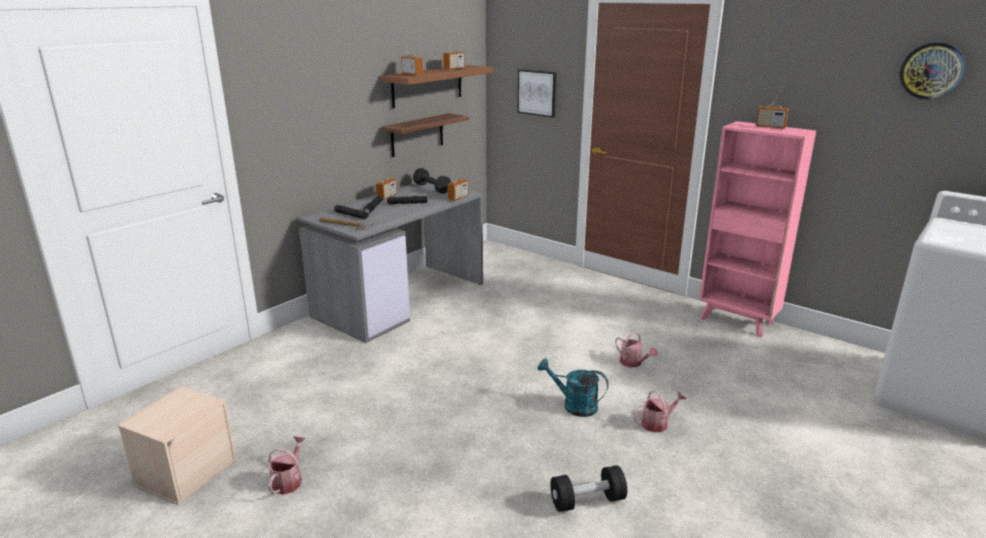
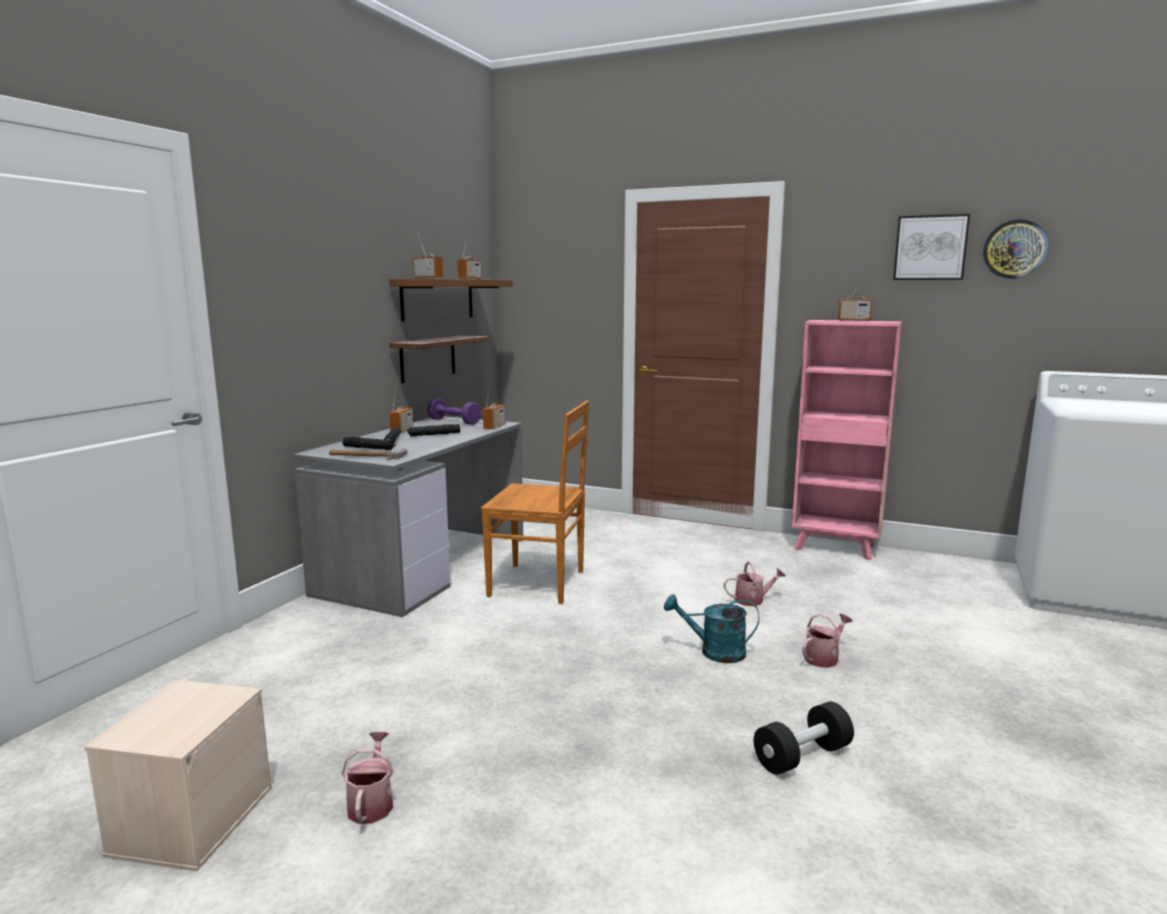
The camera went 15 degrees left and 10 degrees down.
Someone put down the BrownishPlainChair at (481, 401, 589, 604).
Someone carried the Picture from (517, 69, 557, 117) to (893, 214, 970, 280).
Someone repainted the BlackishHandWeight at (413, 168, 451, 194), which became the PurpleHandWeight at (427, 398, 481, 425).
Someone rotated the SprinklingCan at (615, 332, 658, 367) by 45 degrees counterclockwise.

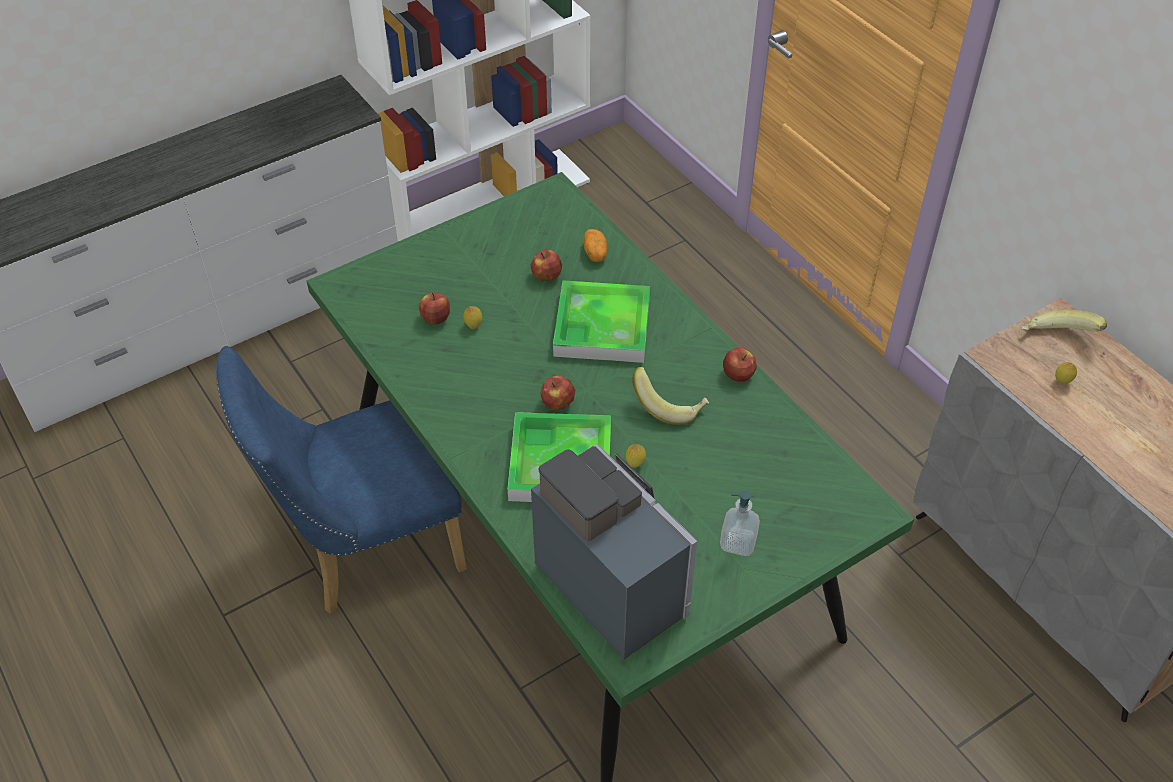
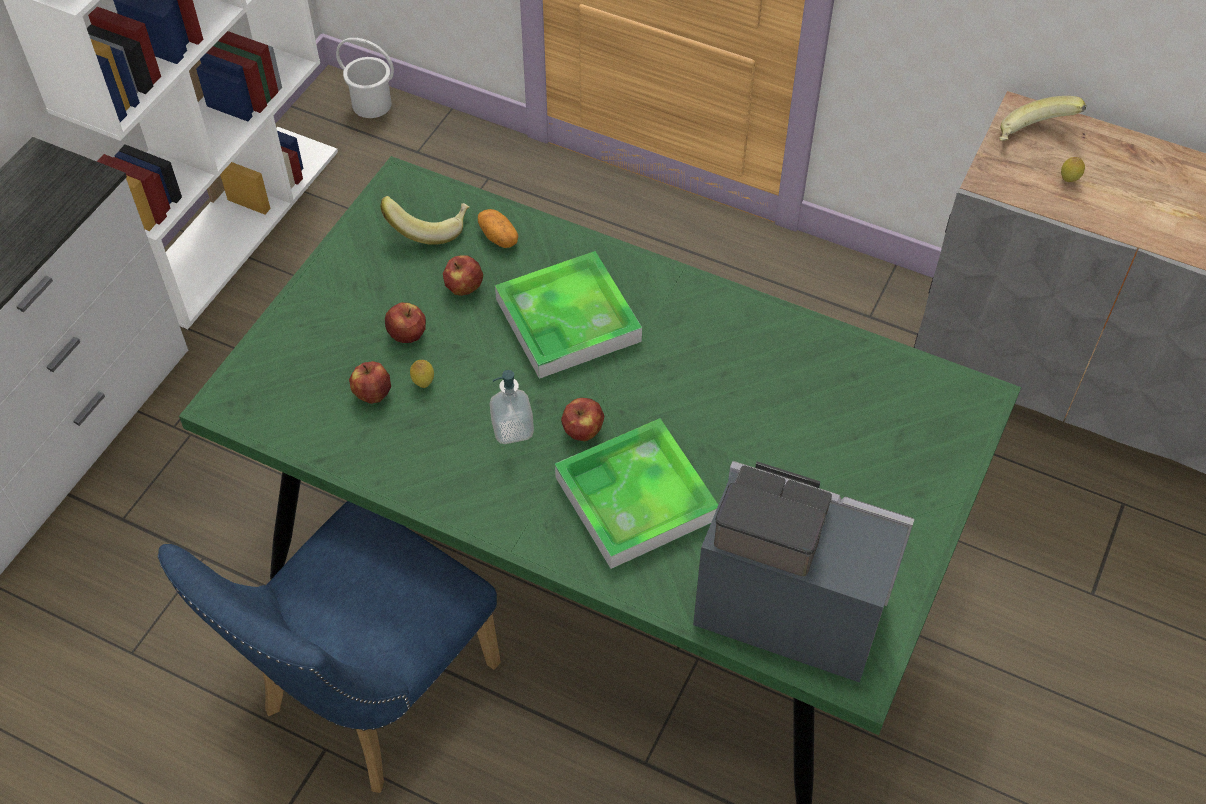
The camera went 30 degrees left and 5 degrees up.
Someone took away the WholeLemon at (626, 444, 646, 468).
Someone put down the WhitishWaterBucket at (336, 38, 394, 118).
Someone carried the WholeBanana from (632, 367, 709, 425) to (381, 196, 470, 245).
Someone carried the SoapDispenser from (720, 491, 760, 556) to (489, 370, 534, 444).
Someone carried the Apple from (723, 348, 757, 382) to (385, 302, 426, 343).

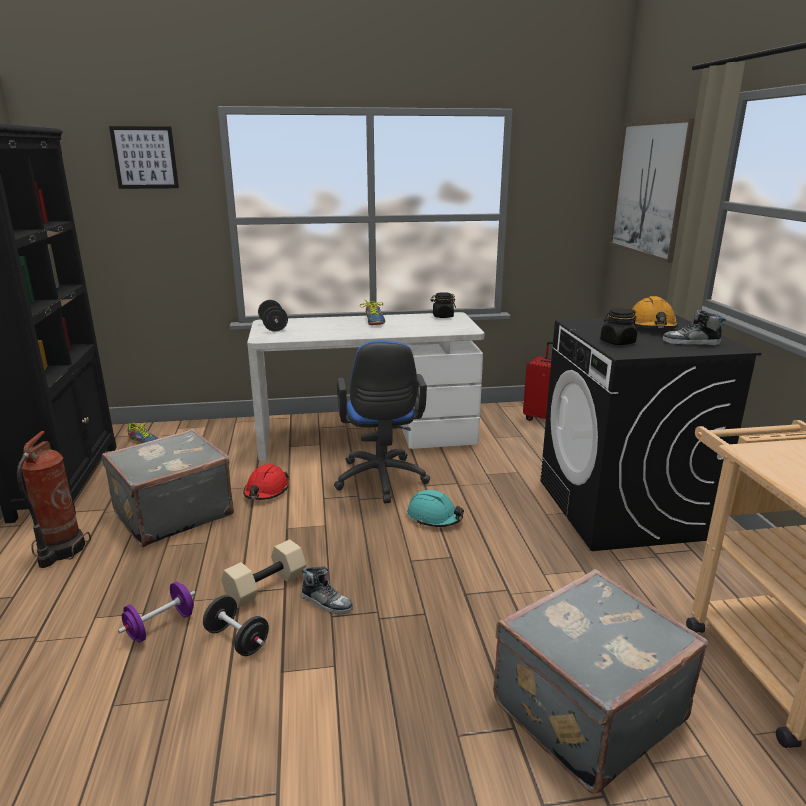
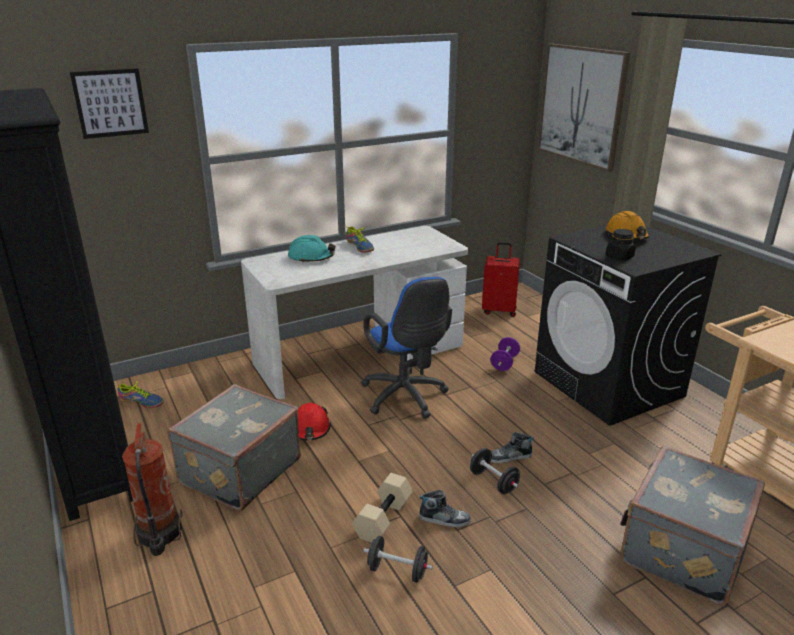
The camera went 20 degrees left and 5 degrees up.
Someone took away the BlackishStorageJar at (430, 292, 456, 318).
Someone carried the PurpleHandWeight from (118, 582, 196, 643) to (491, 337, 520, 371).
Someone carried the BlackishHandWeight from (258, 300, 288, 332) to (470, 448, 520, 494).
Someone carried the TurquoiseColouredWorkHelmet from (407, 490, 464, 527) to (288, 235, 335, 263).
Someone carried the LowShoe from (663, 310, 726, 345) to (491, 432, 534, 463).

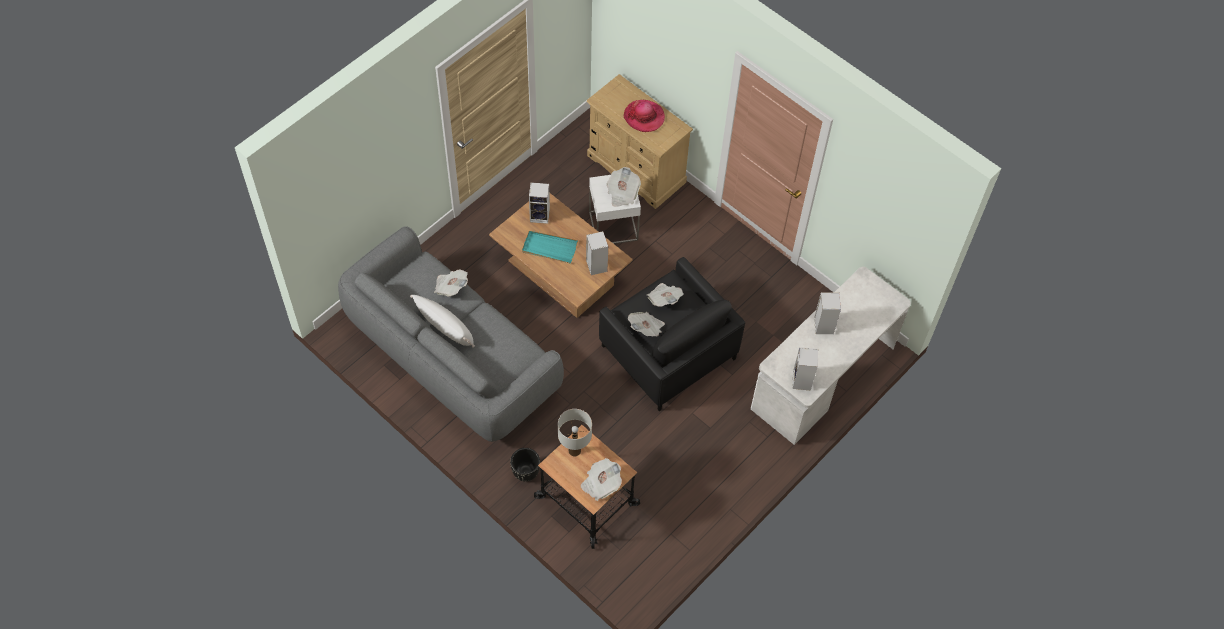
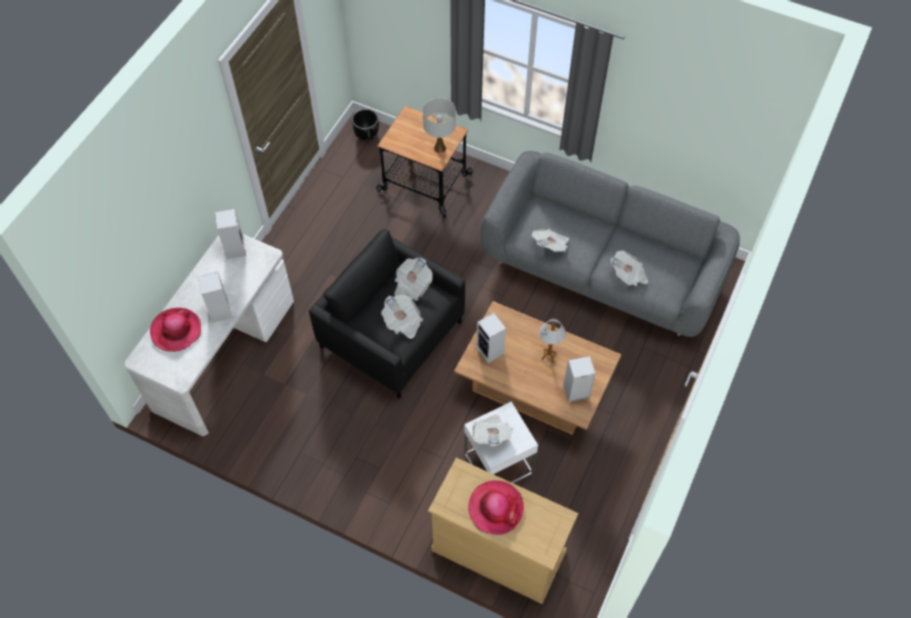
The camera went 165 degrees right and 0 degrees up.
Someone took away the WhitishPillow at (410, 295, 475, 348).
Someone put down the Hat at (150, 308, 201, 352).
Someone carried the BlackishFlowerPot from (510, 448, 540, 481) to (352, 109, 379, 141).
Someone carried the Newspaper from (581, 458, 622, 501) to (532, 229, 569, 252).
Someone swapped the TurquoiseColouredTray at (522, 231, 578, 263) for the TabletopLamp at (539, 319, 566, 363).

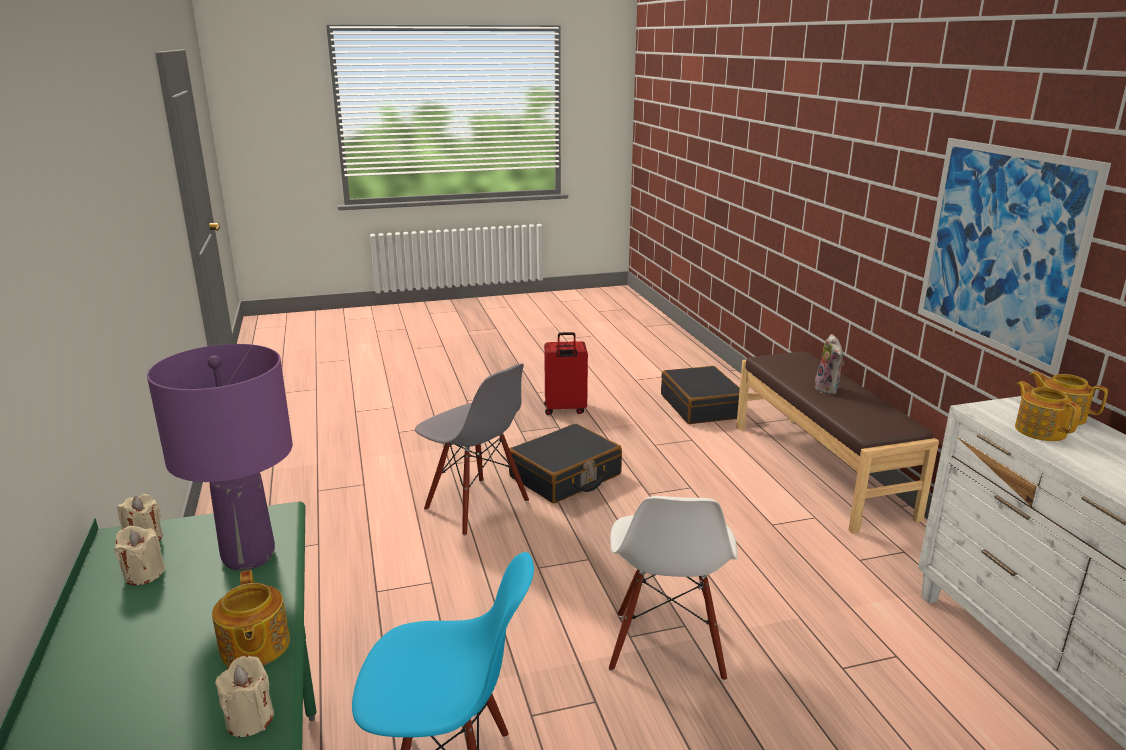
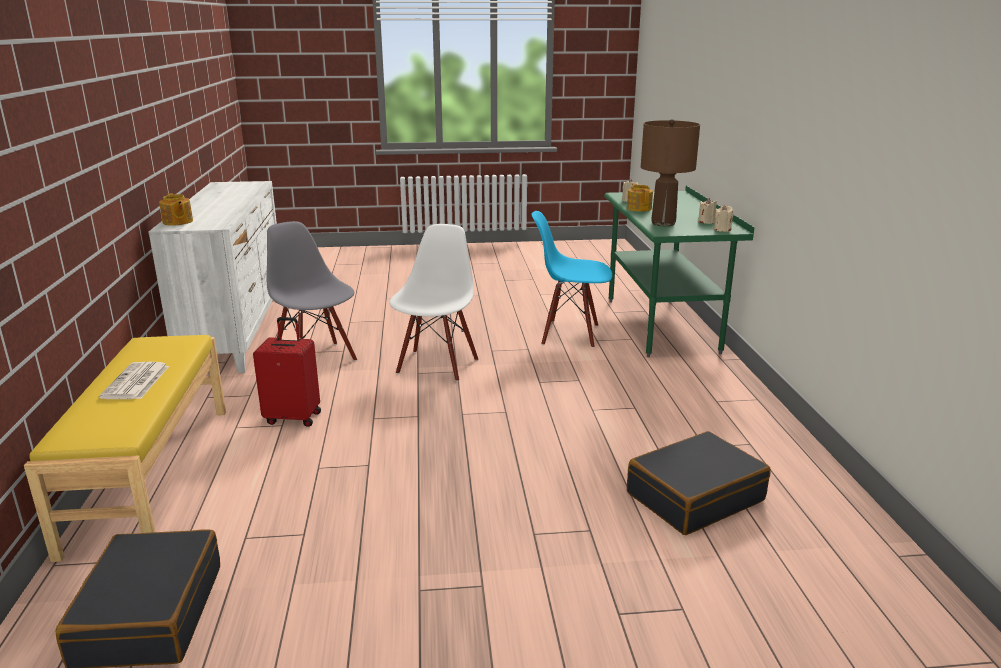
The camera went 170 degrees left and 0 degrees up.
Someone took away the Picture at (918, 138, 1111, 375).
Someone took away the Teapot at (1015, 381, 1081, 441).
Someone carried the GrayPlainChair from (415, 363, 529, 536) to (266, 221, 357, 361).
Someone carried the BlackishPieceOfLuggage from (509, 424, 622, 503) to (627, 431, 771, 535).
Someone carried the ReddishPieceOfLuggage from (544, 332, 588, 415) to (253, 317, 321, 427).
Someone swapped the CuddlyToy at (815, 334, 844, 394) for the Newspaper at (99, 362, 169, 399).
Someone repainted the PurpleTabletopLamp at (147, 344, 293, 571), which became the BrownishTabletopLamp at (641, 119, 700, 226).
Someone repainted the BrownishIndoorBench at (736, 351, 939, 534), which became the YellowColouredIndoorBench at (24, 335, 226, 562).

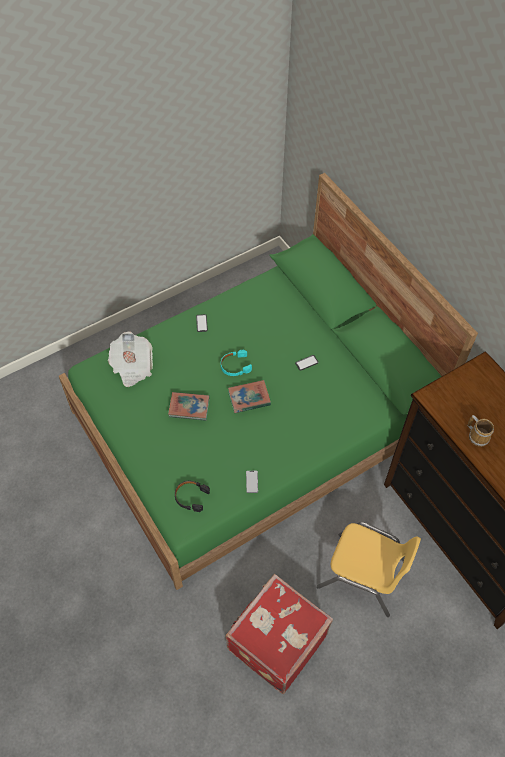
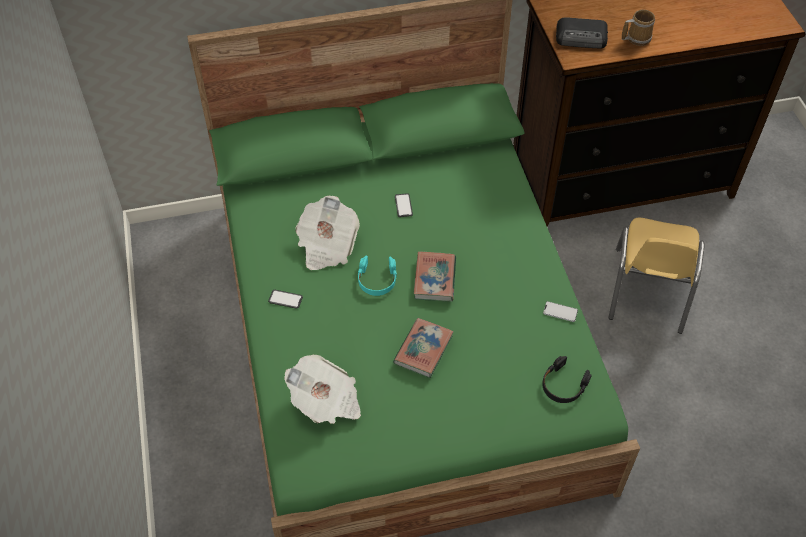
The camera went 70 degrees left and 5 degrees down.
Someone took away the ReddishPieceOfLuggage at (225, 574, 333, 694).
Someone put down the Newspaper at (295, 196, 360, 270).
Someone put down the RadioSet at (556, 17, 608, 49).
Someone rotated the YellowColouredPlainChair at (317, 522, 421, 617) by 150 degrees clockwise.

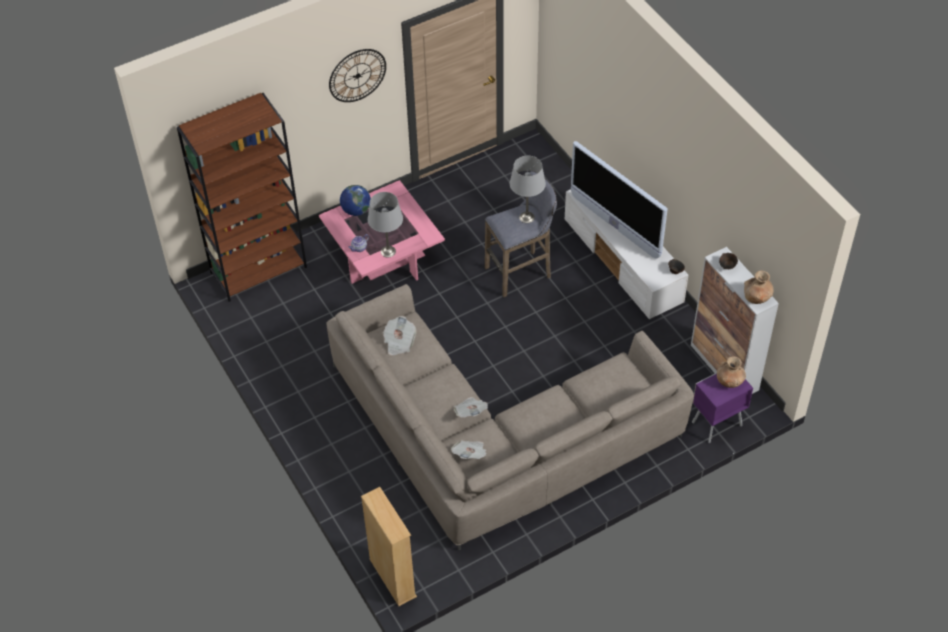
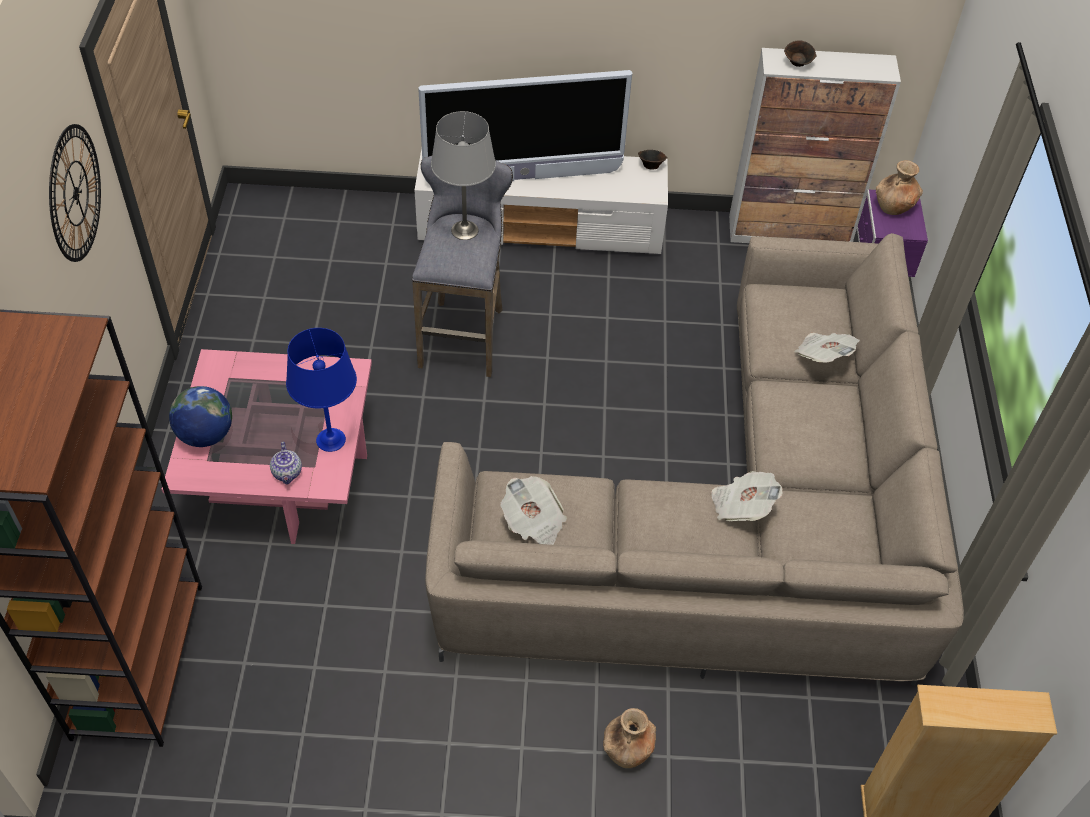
The camera went 60 degrees left and 0 degrees up.
Someone carried the Newspaper from (451, 440, 487, 459) to (794, 333, 860, 362).
Someone carried the BrownishFlowerVase from (744, 271, 774, 304) to (603, 708, 656, 768).
Someone repainted the GrayTabletopLamp at (368, 192, 403, 258), which became the BlueColouredTabletopLamp at (286, 328, 357, 452).

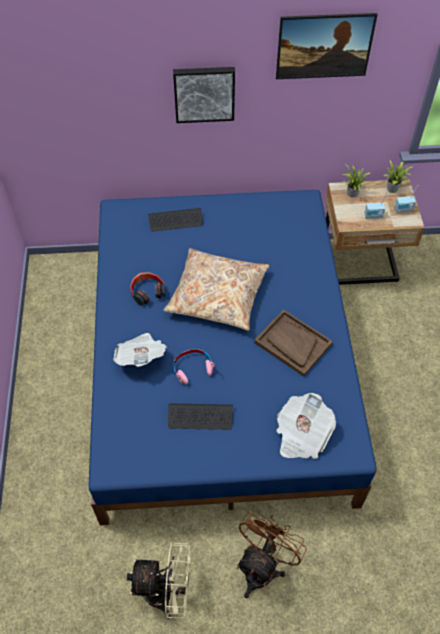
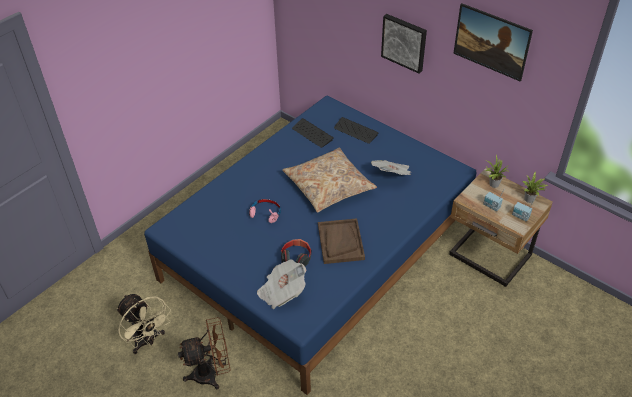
The camera went 45 degrees right and 10 degrees down.
Someone carried the Newspaper from (113, 333, 167, 367) to (371, 160, 411, 175).
Someone carried the PairOfHeadphones from (130, 272, 165, 306) to (281, 239, 311, 267).
Someone carried the PcKeyboard from (168, 403, 233, 430) to (292, 118, 334, 148).

